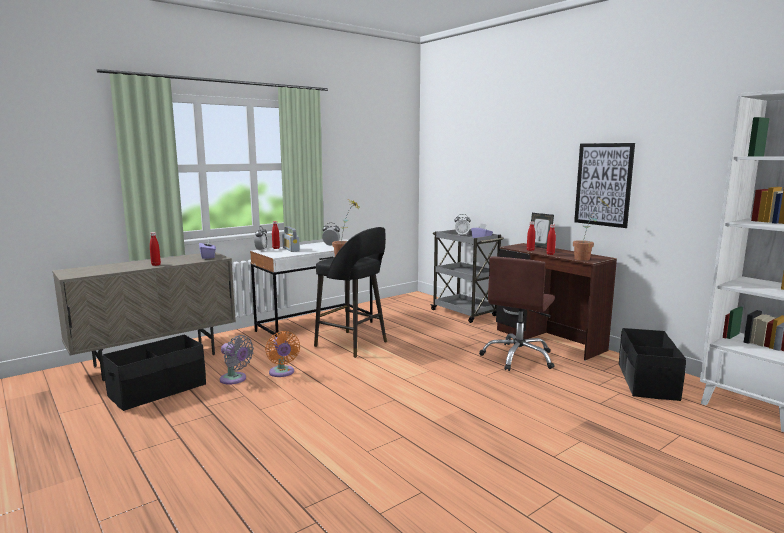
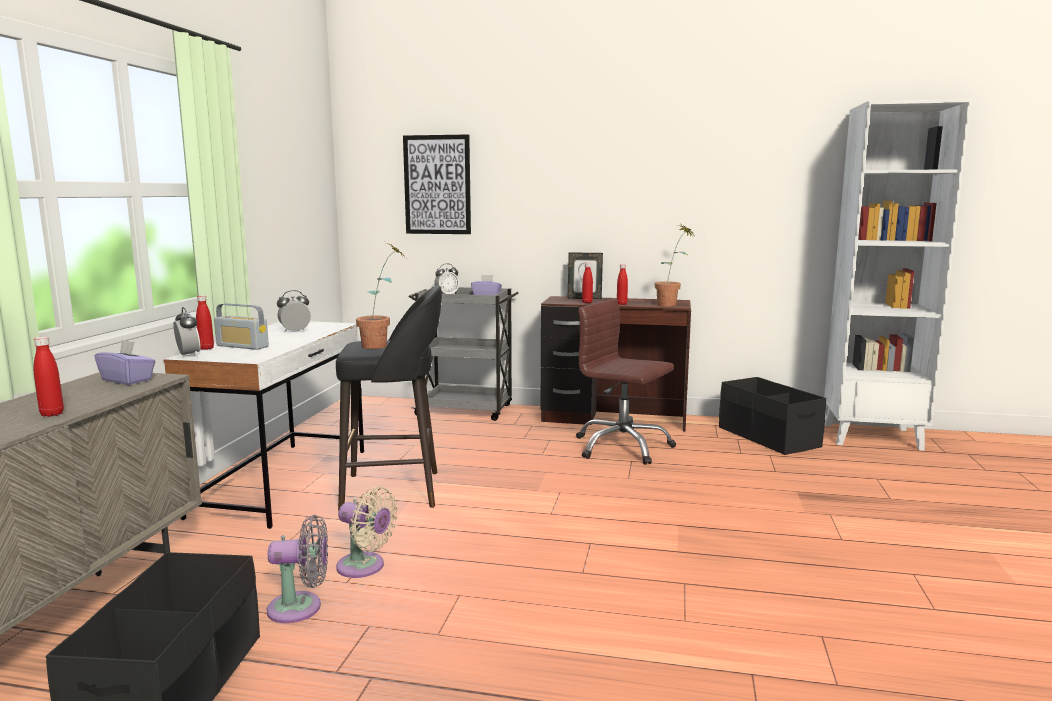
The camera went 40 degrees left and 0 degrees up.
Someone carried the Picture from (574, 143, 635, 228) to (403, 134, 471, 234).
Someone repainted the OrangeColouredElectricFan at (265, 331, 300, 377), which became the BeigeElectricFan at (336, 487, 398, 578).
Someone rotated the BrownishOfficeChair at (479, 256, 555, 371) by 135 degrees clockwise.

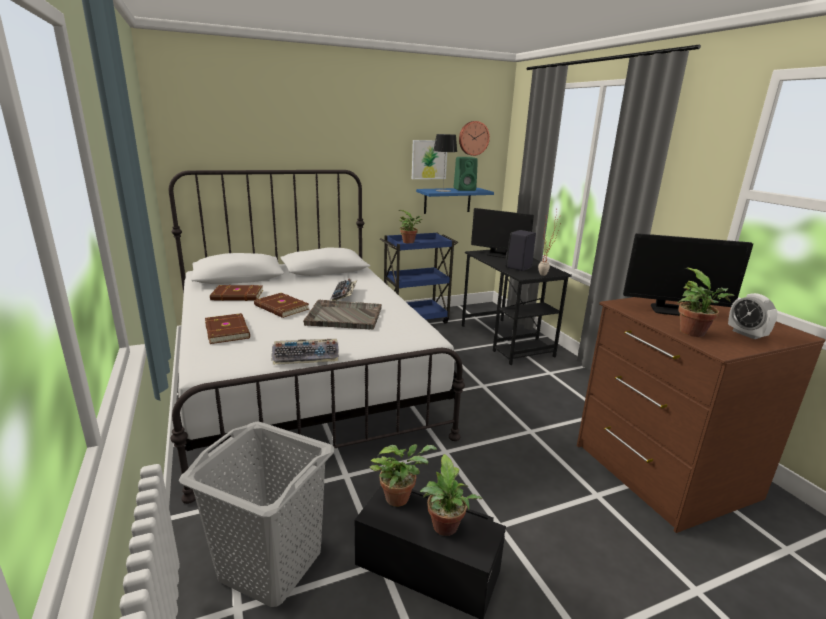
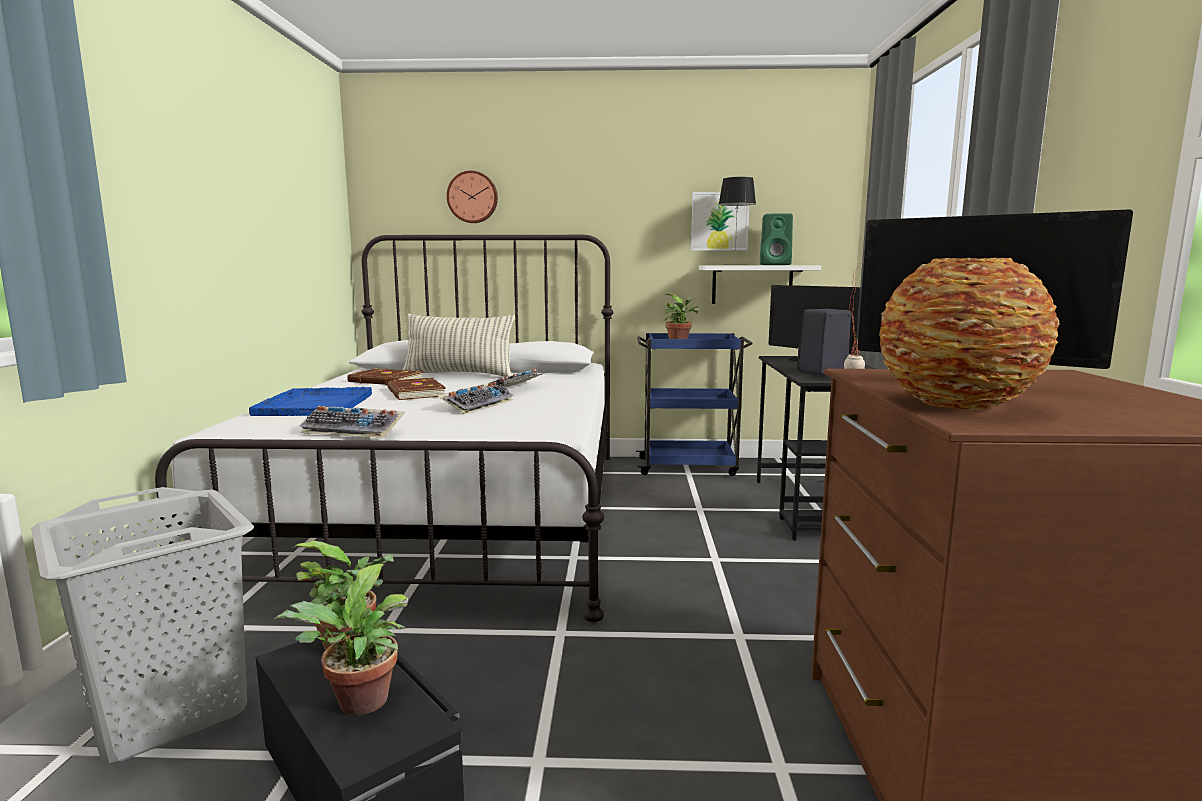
The camera went 25 degrees right and 10 degrees down.
Someone took away the TableClock at (728, 293, 777, 339).
Someone put down the Pillow at (403, 314, 515, 377).
Someone carried the HangingClock from (459, 121, 490, 156) to (447, 171, 498, 223).
Someone swapped the BrownishBoundBook at (205, 313, 250, 344) for the BlueColouredTray at (249, 387, 372, 416).
Someone swapped the GrayTray at (303, 300, 382, 329) for the PcKeyboard at (438, 382, 514, 414).
Someone swapped the Houseplant at (677, 268, 735, 337) for the FlowerVase at (879, 258, 1059, 410).
Someone repainted the BlueColouredWallShelf at (416, 188, 494, 214), which became the WhitishWallShelf at (699, 265, 821, 304).

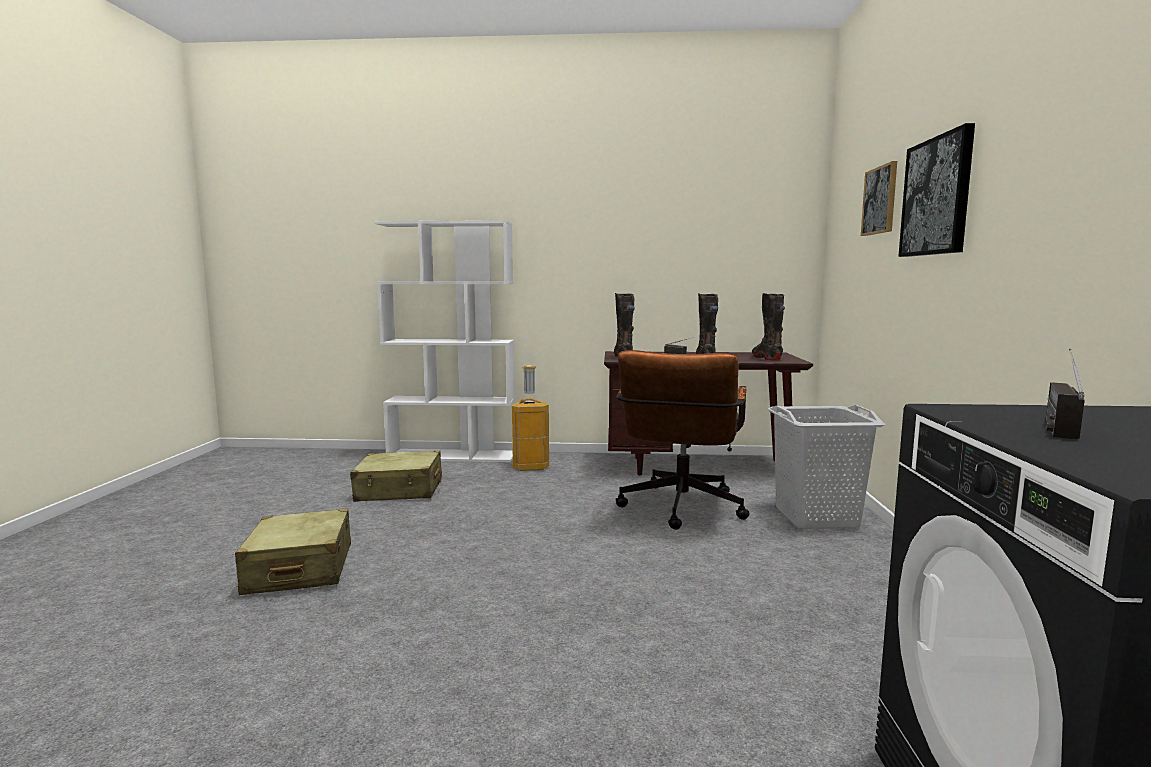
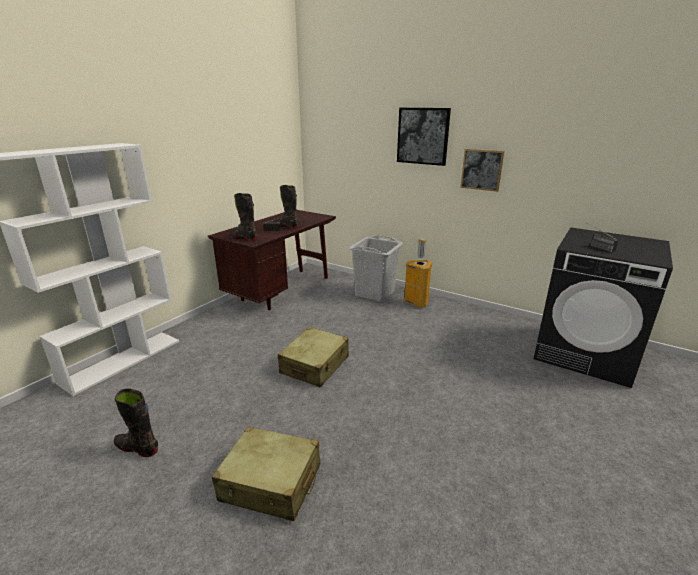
The camera went 60 degrees left and 15 degrees up.
Someone took away the BrownishOfficeChair at (616, 350, 749, 530).
Someone carried the BeigePieceOfLuggage from (350, 450, 442, 502) to (278, 327, 349, 388).
Someone carried the WasteBin from (512, 365, 549, 471) to (404, 239, 432, 308).
Someone carried the BlackishBoot from (752, 293, 785, 360) to (114, 388, 158, 457).
Someone carried the Picture from (861, 161, 897, 236) to (461, 149, 504, 192).

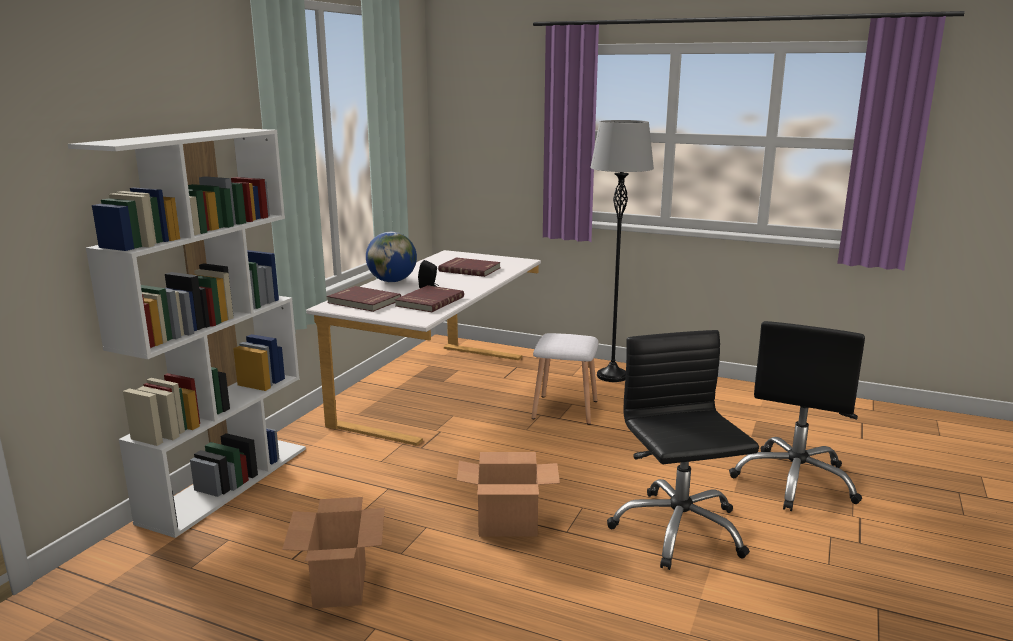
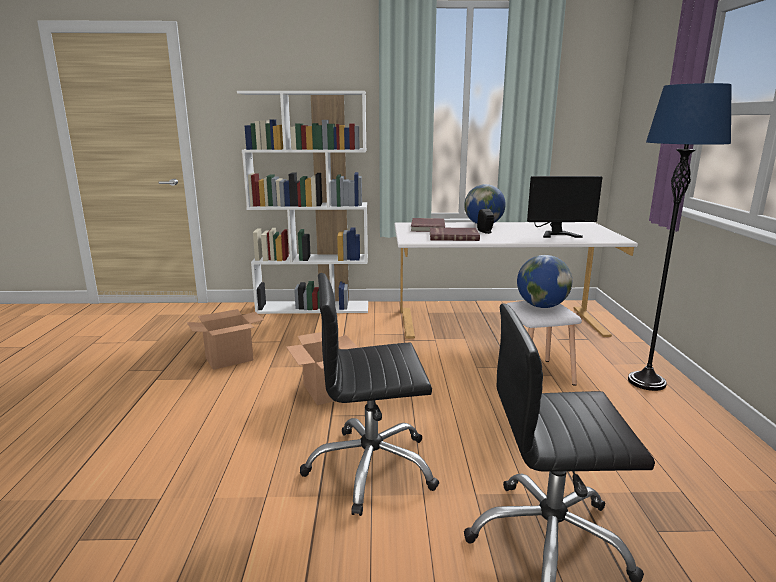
The camera went 65 degrees right and 0 degrees up.
Someone put down the WorldGlobe at (517, 255, 572, 308).
Someone swapped the ReddishBoundBook at (438, 258, 501, 277) for the Monitor at (527, 176, 602, 238).
Someone repainted the GrayStandardLamp at (590, 120, 654, 382), which became the BlueColouredStandardLamp at (628, 83, 731, 391).
Someone rotated the BlackishOfficeChair at (607, 330, 759, 570) by 150 degrees counterclockwise.

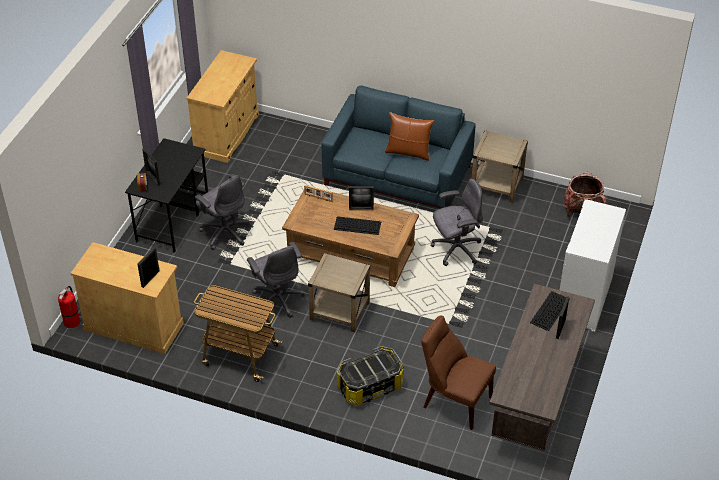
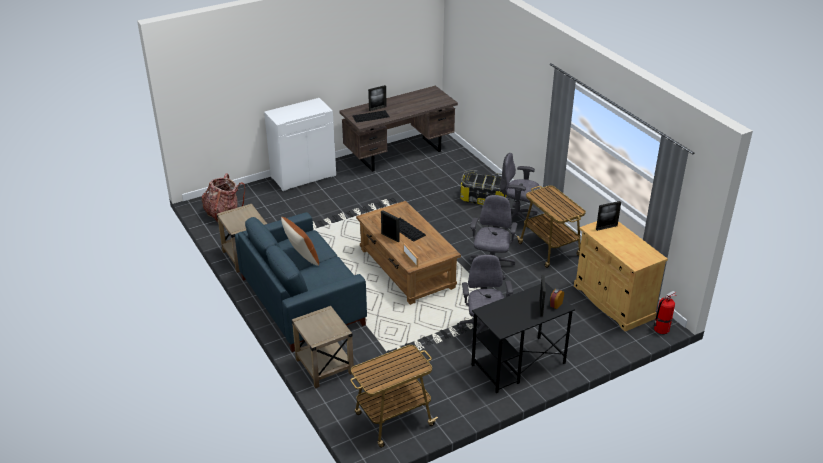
The camera went 140 degrees left and 10 degrees down.
Someone took away the BrownishPlainChair at (422, 315, 496, 430).
Someone carried the BeigeEndTable from (308, 253, 370, 333) to (292, 306, 354, 388).
Someone carried the GrayOfficeChair from (431, 179, 483, 266) to (500, 153, 540, 229).
Someone swapped the BeigeCabinet at (186, 50, 259, 163) for the WheeledCart at (350, 345, 438, 448).

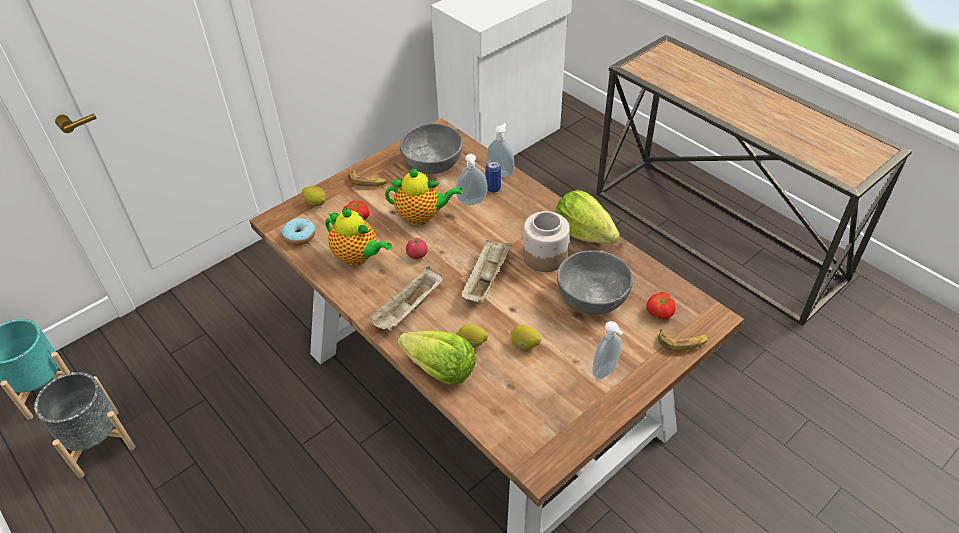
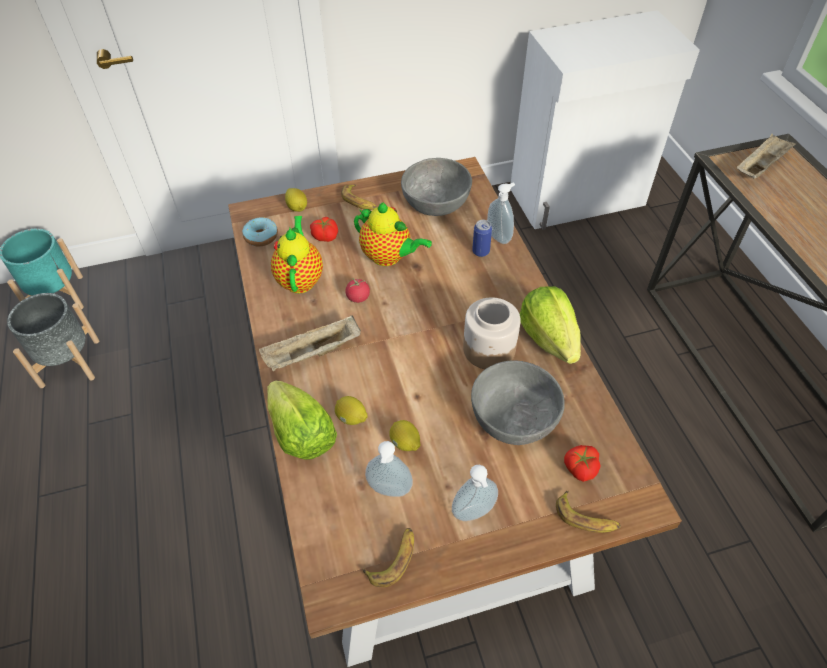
The camera went 25 degrees right and 5 degrees up.
Someone put down the WholeBanana at (363, 528, 414, 587).
Someone carried the SoapDispenser from (456, 154, 488, 205) to (365, 441, 413, 497).
Someone carried the BeigeTray from (460, 239, 512, 303) to (737, 133, 796, 179).
Someone rotated the Teapot at (325, 208, 392, 266) by 150 degrees counterclockwise.

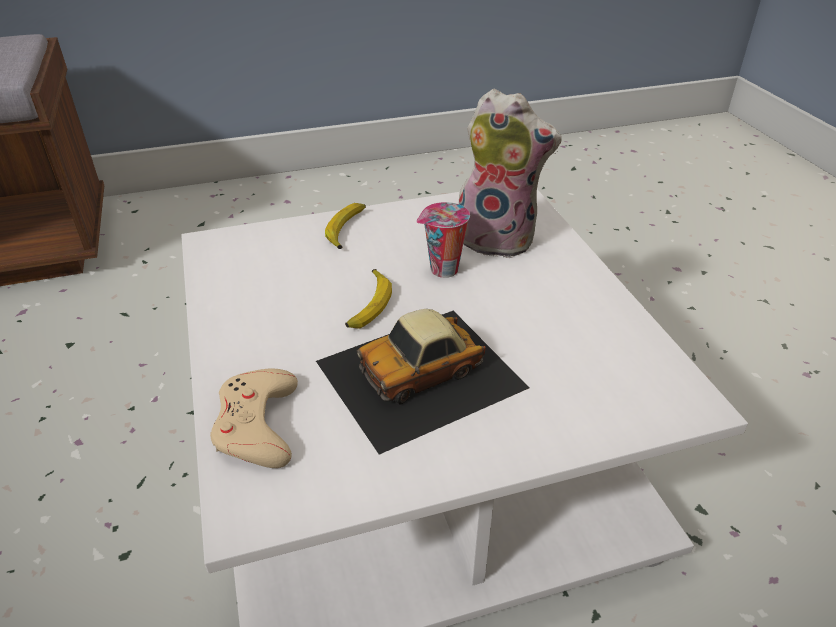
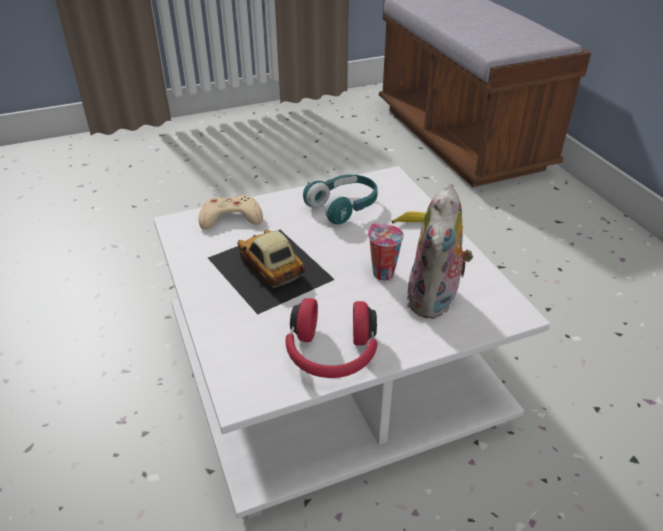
The camera went 85 degrees right and 0 degrees up.
Someone took away the WholeBanana at (345, 269, 392, 329).
Someone put down the ReddishPairOfHeadphones at (286, 298, 378, 378).
Someone put down the TurquoiseColouredPairOfHeadphones at (303, 175, 378, 224).

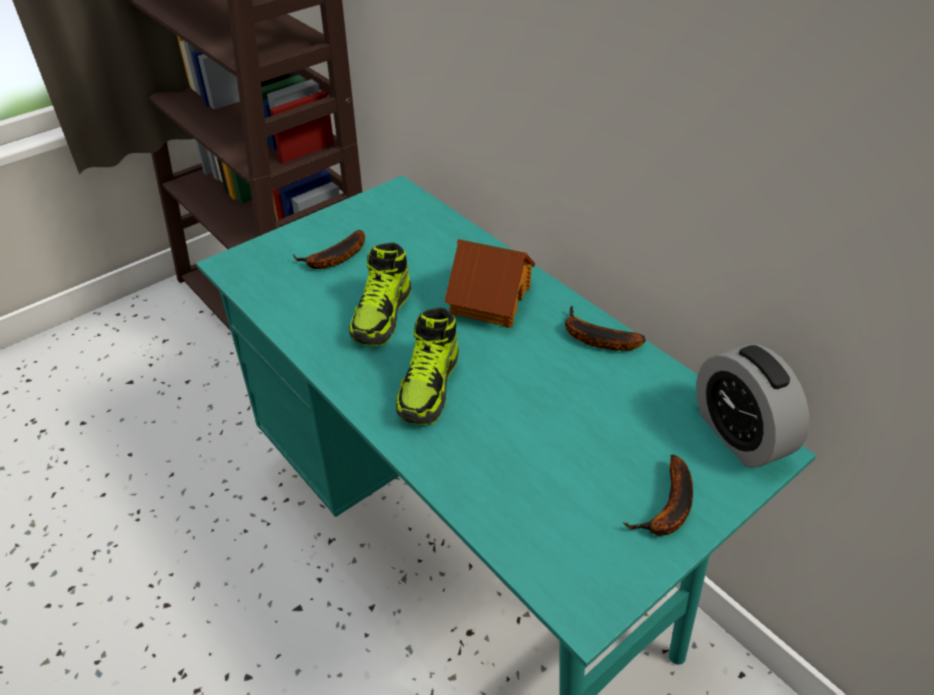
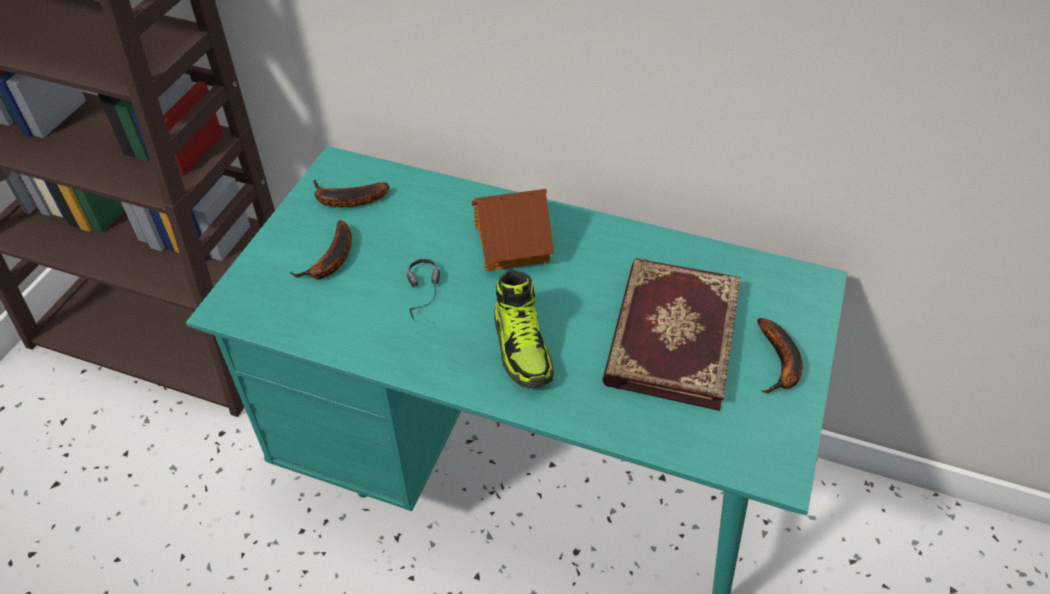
The camera went 30 degrees left and 5 degrees up.
Someone took away the TableClock at (696, 344, 809, 468).
Someone put down the BoundBook at (602, 258, 741, 411).
Someone carried the WholeBanana from (565, 305, 646, 351) to (314, 179, 389, 207).
Someone swapped the LowShoe at (349, 242, 411, 346) for the PairOfHeadphones at (407, 259, 440, 322).

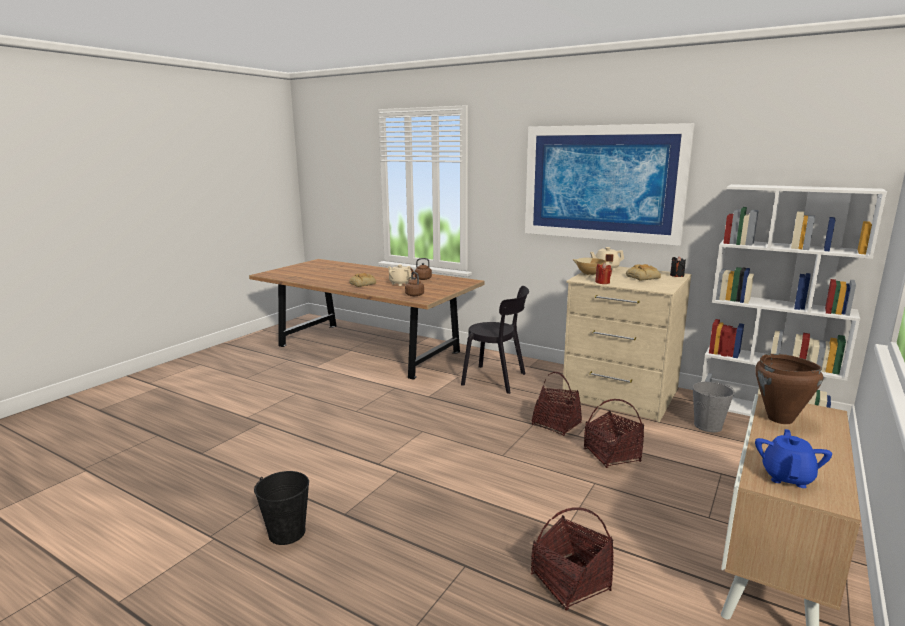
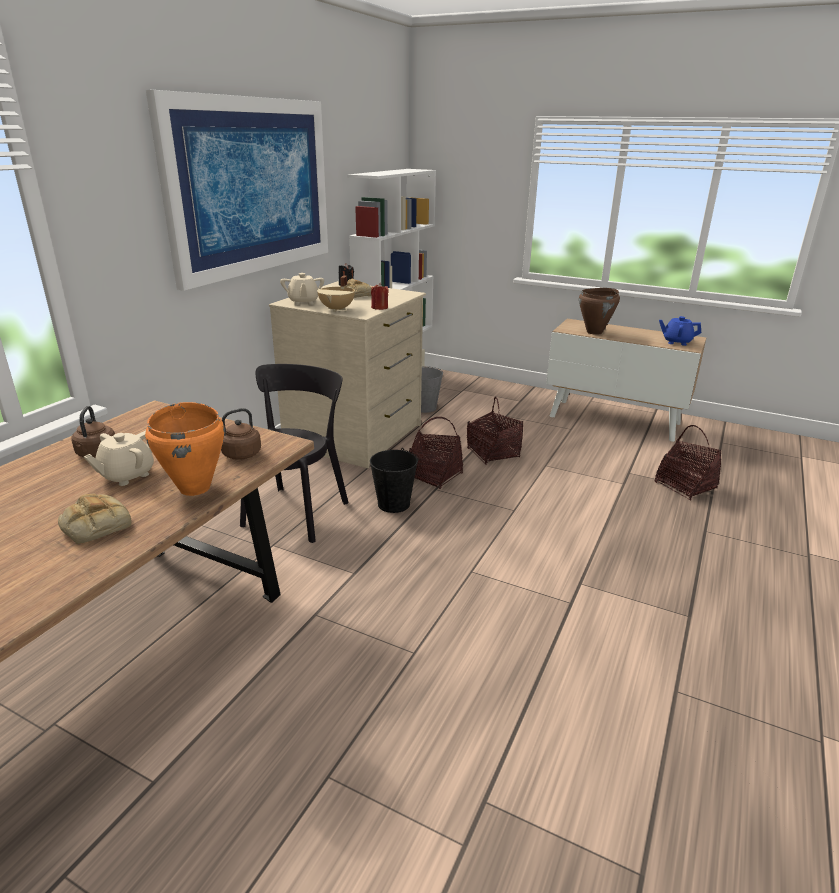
The camera went 95 degrees left and 10 degrees up.
Someone put down the OrangeColouredSaucepot at (145, 402, 225, 496).
Someone carried the BlackishWaterBucket from (254, 471, 309, 545) to (370, 448, 418, 513).

